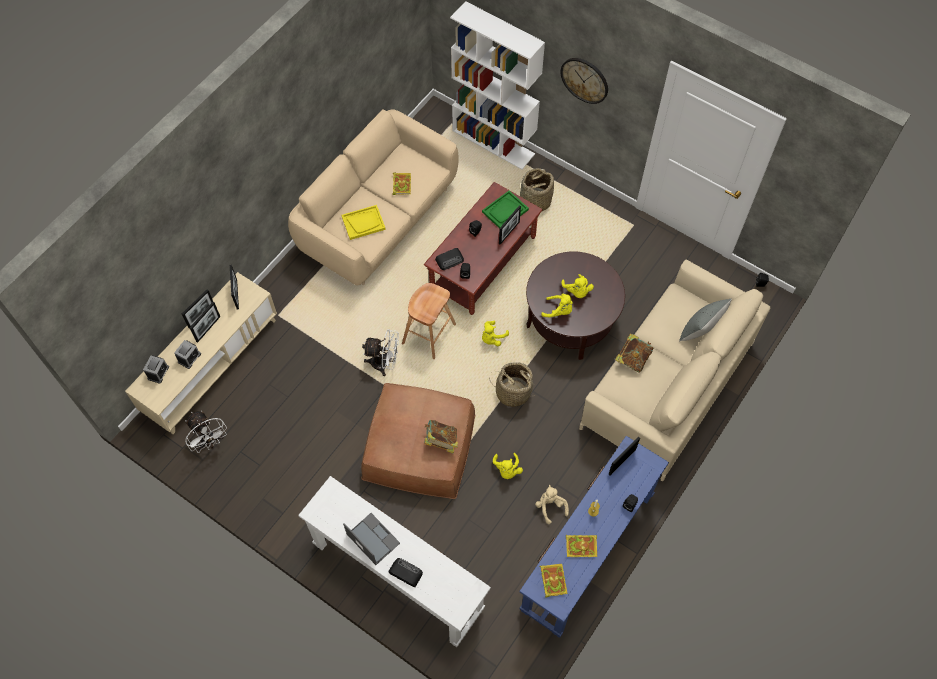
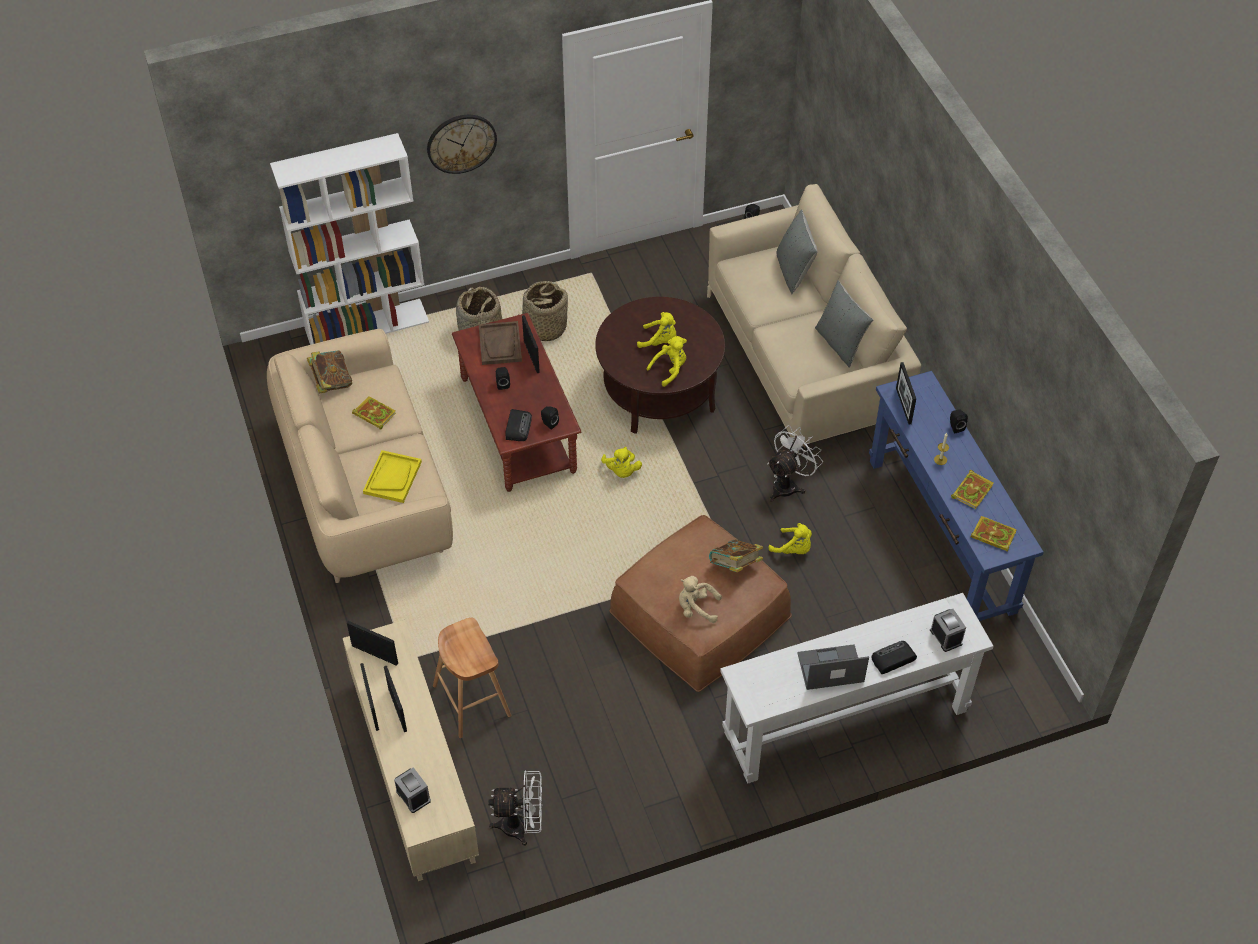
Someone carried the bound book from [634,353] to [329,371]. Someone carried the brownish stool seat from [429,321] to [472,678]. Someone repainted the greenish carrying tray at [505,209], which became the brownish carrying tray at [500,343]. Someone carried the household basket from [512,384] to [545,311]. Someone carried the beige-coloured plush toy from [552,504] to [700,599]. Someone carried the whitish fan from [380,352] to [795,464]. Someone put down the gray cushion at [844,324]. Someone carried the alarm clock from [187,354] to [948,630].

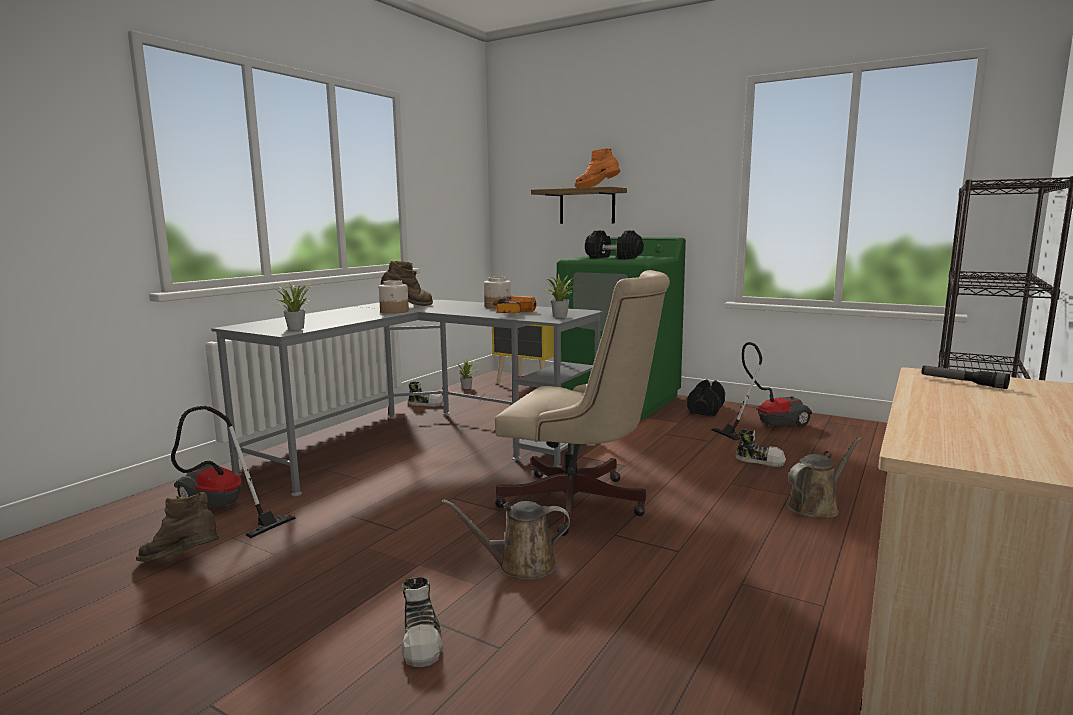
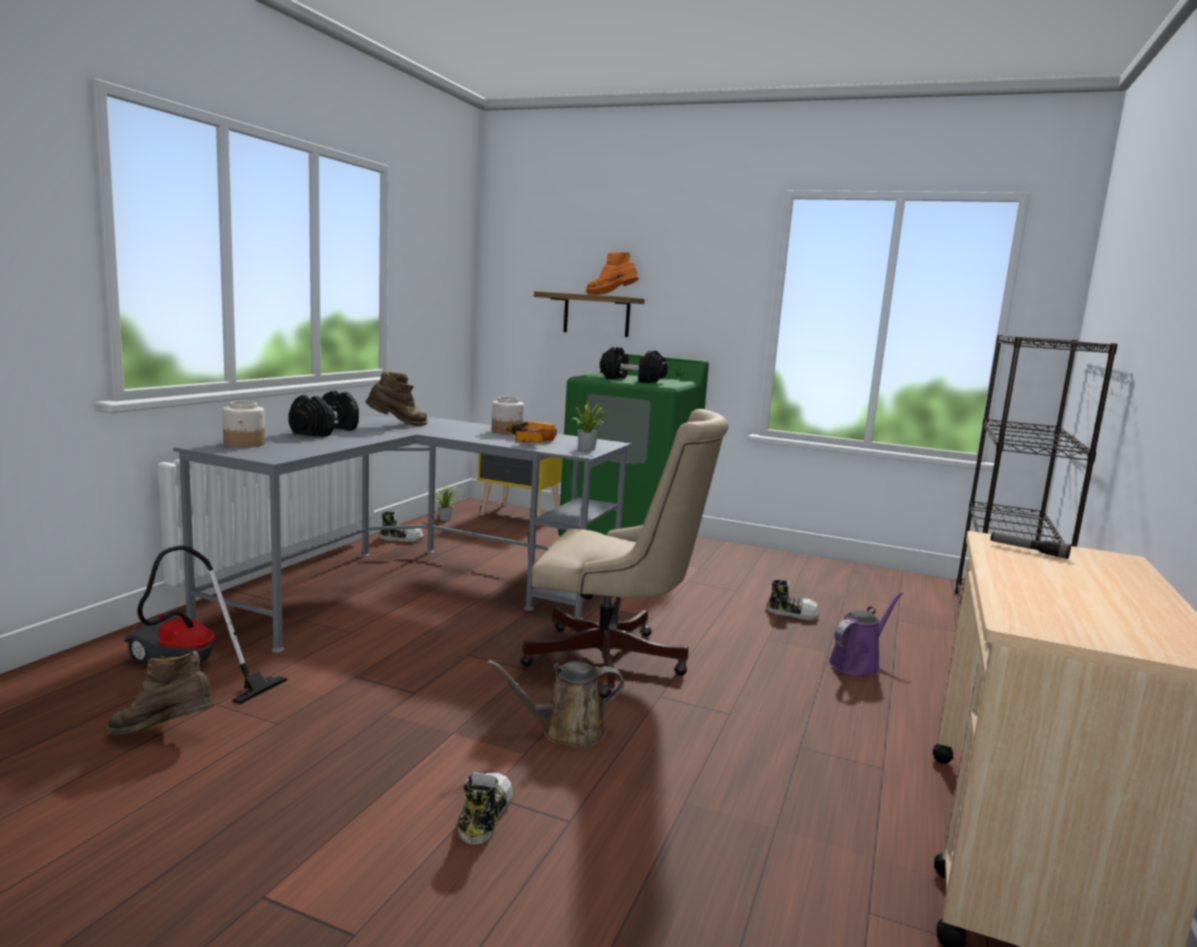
Someone carried the storage jar from [394,297] to [243,424]. Someone carried the blackish free weight from [706,398] to [323,414]. Someone rotated the shoe at [421,622] by 150 degrees counterclockwise. Someone repainted the brownish sprinkling can at [823,477], which became the purplish sprinkling can at [865,634]. Someone took away the plant in a pot at [293,307]. Someone took away the vacuum cleaner at [761,391].

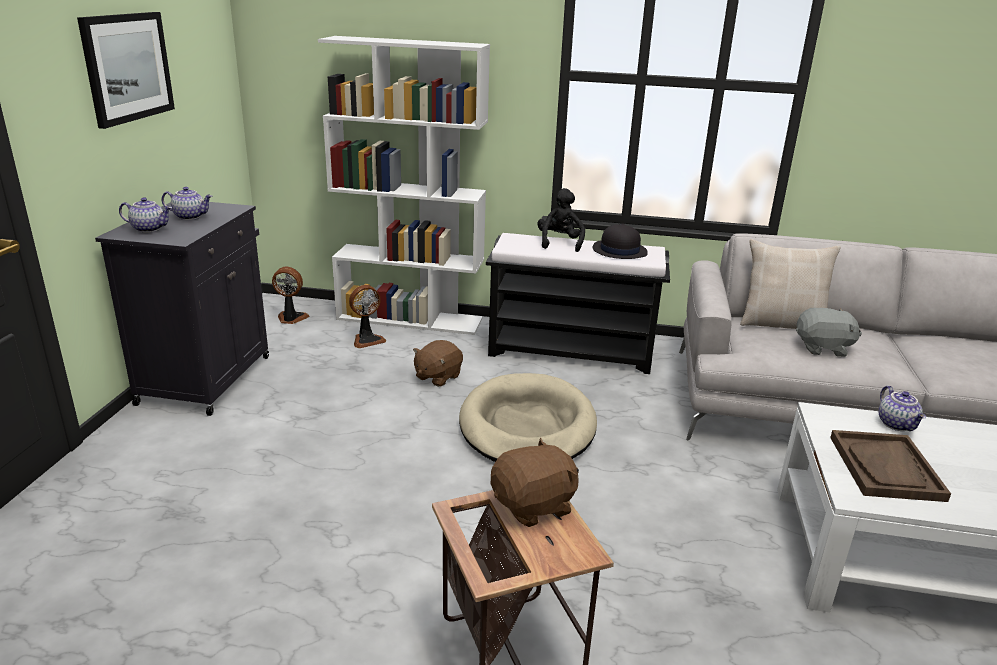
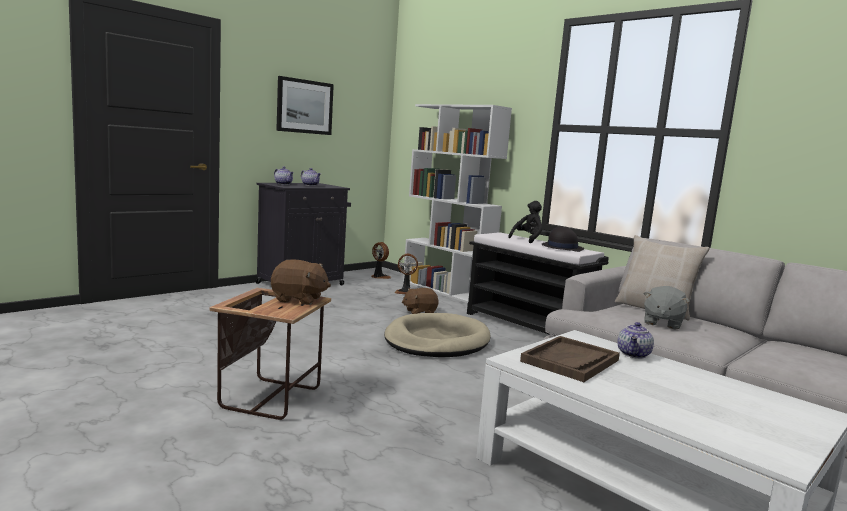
Someone rotated the gray plush toy at [829,332] by 75 degrees clockwise.

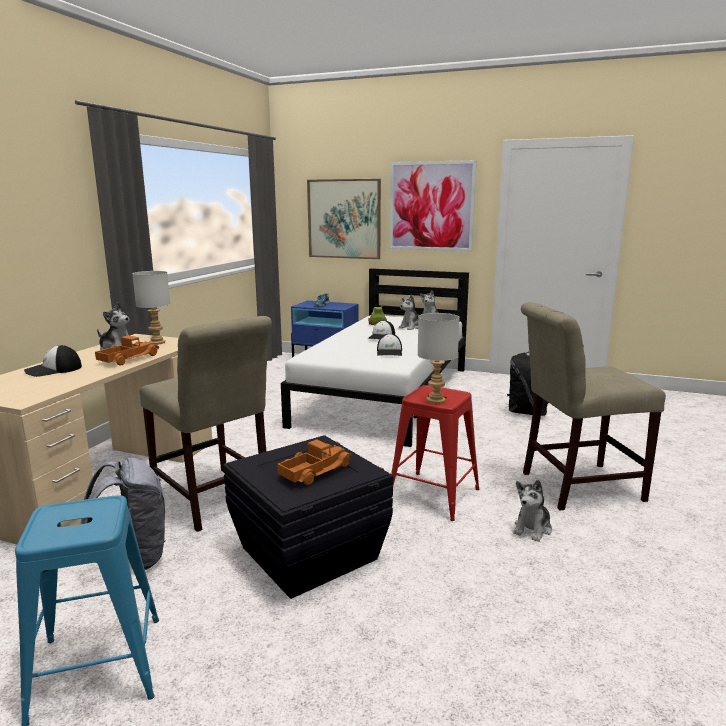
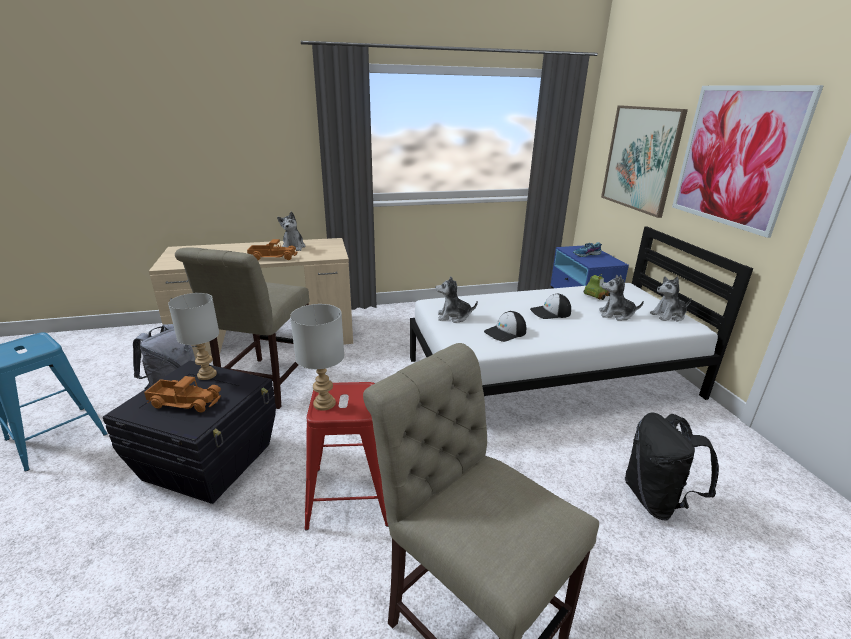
Someone carried the gray tabletop lamp from [151,308] to [193,336]. Someone carried the plush toy from [532,511] to [456,299]. Someone took away the peaked cap at [53,361].

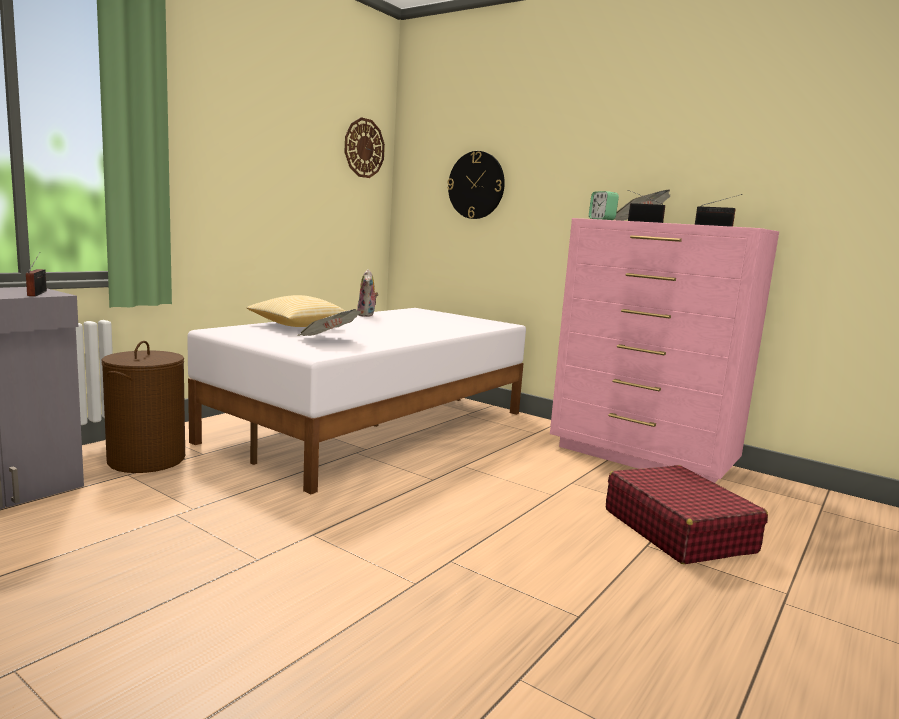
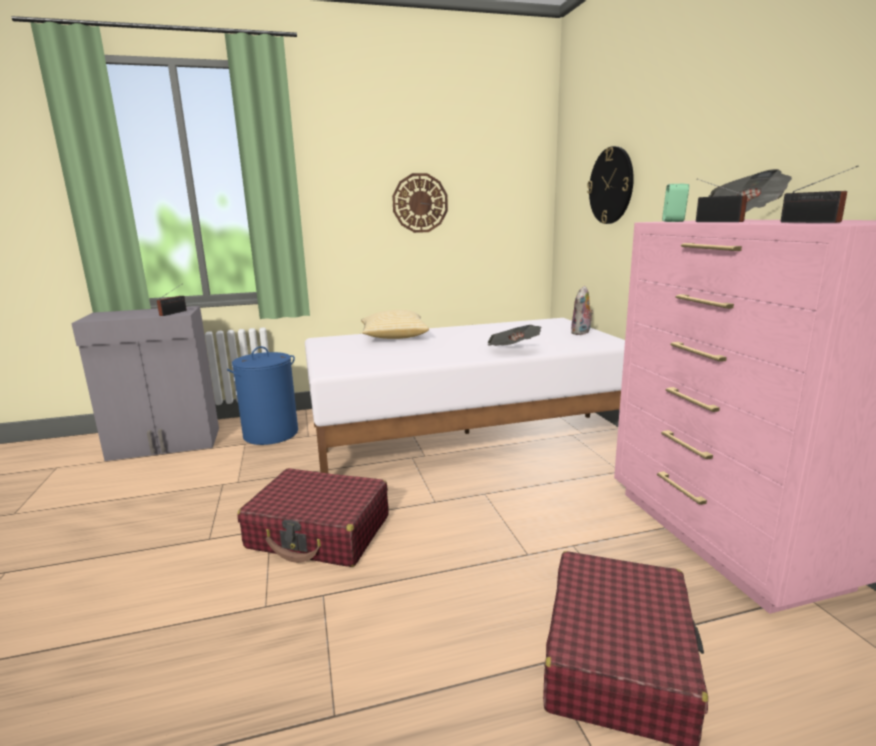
Someone repainted the brownish hamper at [143,407], which became the blue hamper at [262,395]. Someone put down the reddish suitcase at [313,517]. Someone carried the clock on the wall from [365,147] to [420,203]. Someone carried the daily paper from [329,322] to [515,335]. Someone carried the plush toy from [367,293] to [582,310].

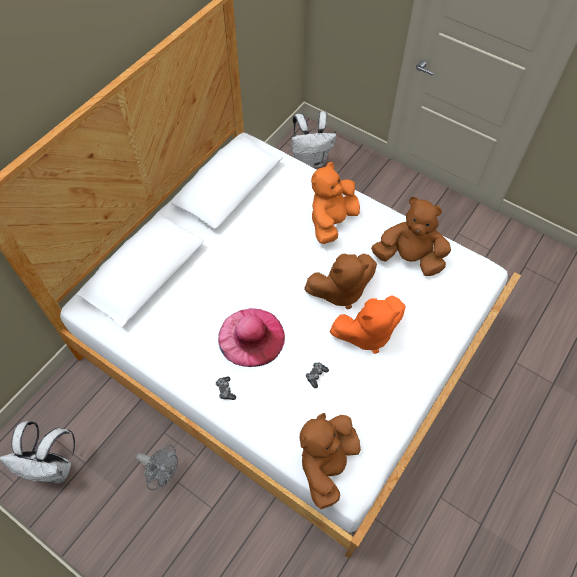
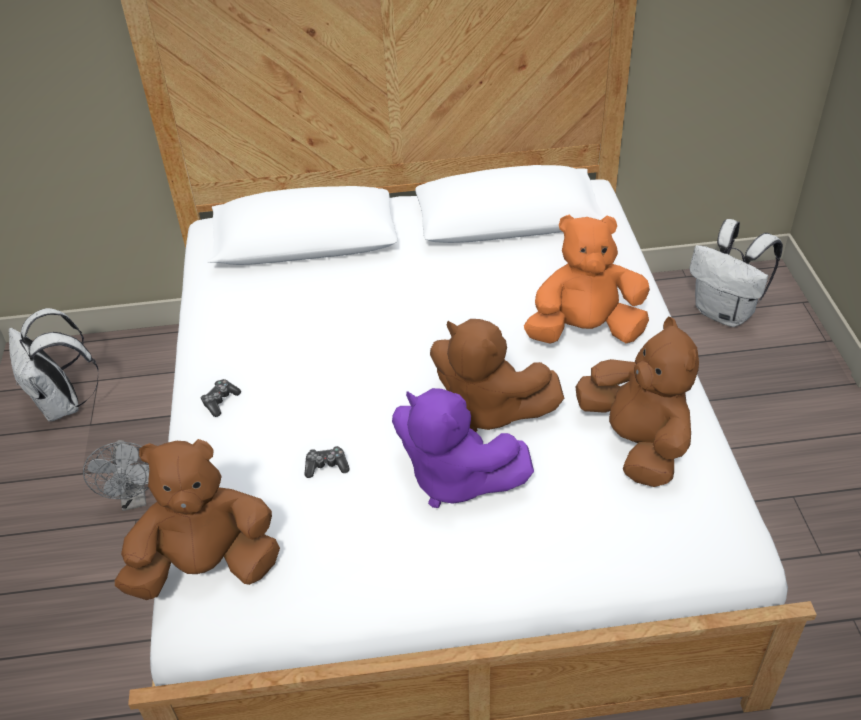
Someone repainted the orange-coloured plush toy at [368,324], which became the purplish plush toy at [463,448]. Someone took away the pink-coloured clothing hat at [251,337].

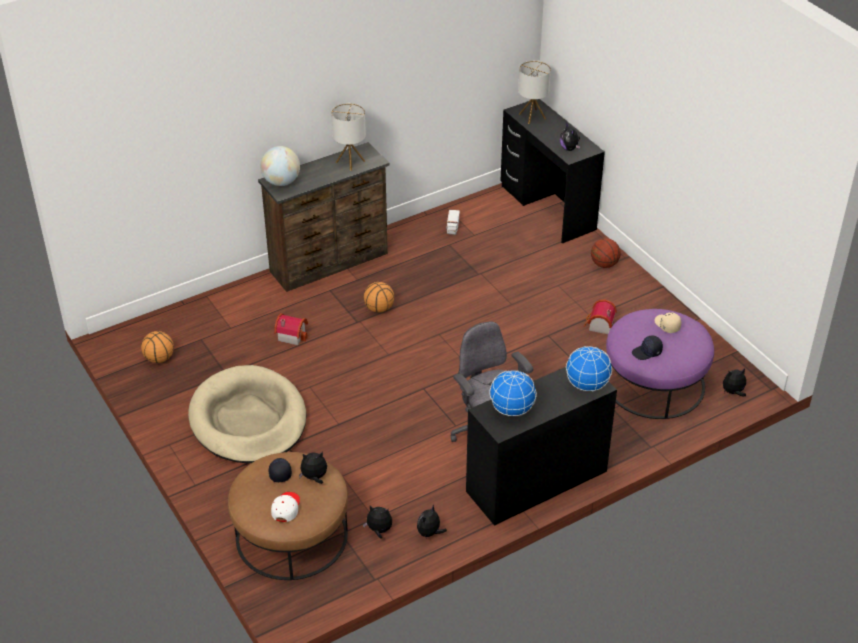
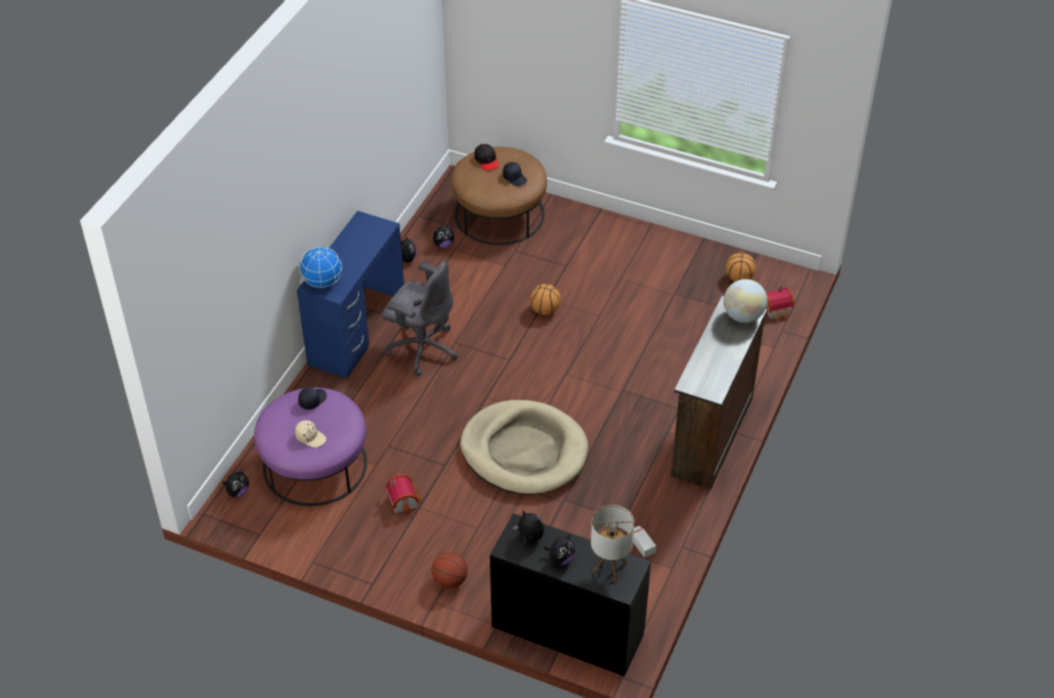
Someone repainted the blackish desk unit at [541,446], which became the blue desk unit at [350,295]. Someone carried the beige-coloured dog bed from [247,414] to [524,447]. Someone repainted the whitish peaked cap at [285,507], which became the blackish peaked cap at [486,157]. Someone carried the basketball from [379,297] to [545,299]. Someone carried the plush toy from [313,467] to [559,549]. Someone carried the model house from [291,329] to [780,303]. Someone took away the tabletop lamp at [348,137]. Someone took away the globe at [513,393].

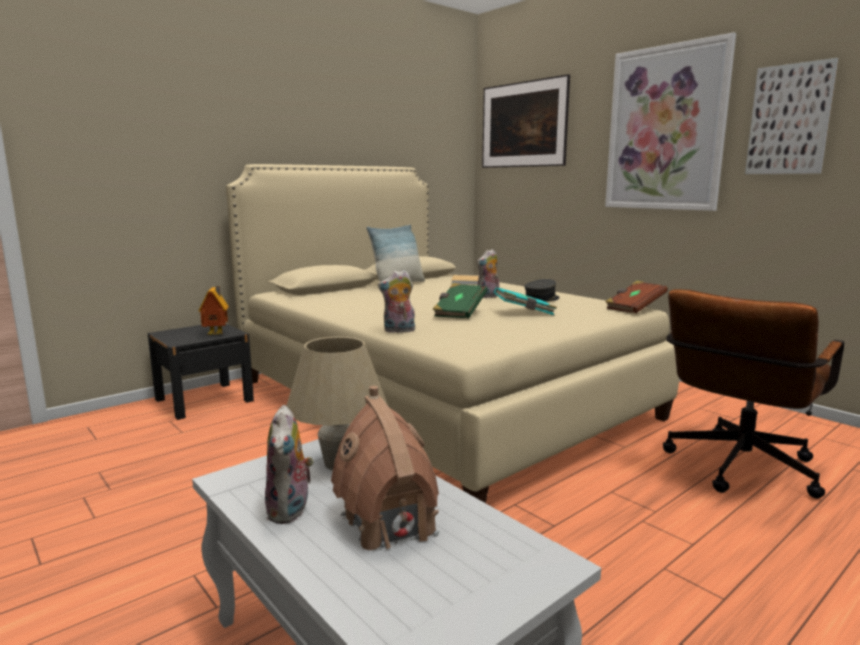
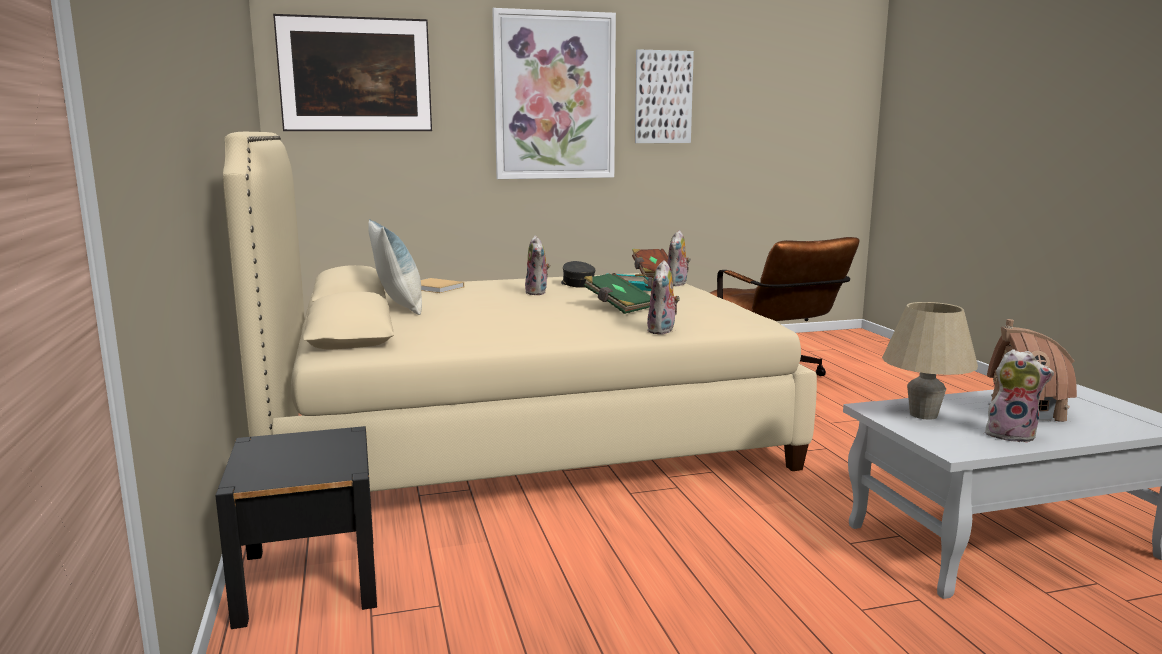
Someone put down the plush toy at [679,258]. Someone took away the model house at [214,310].

